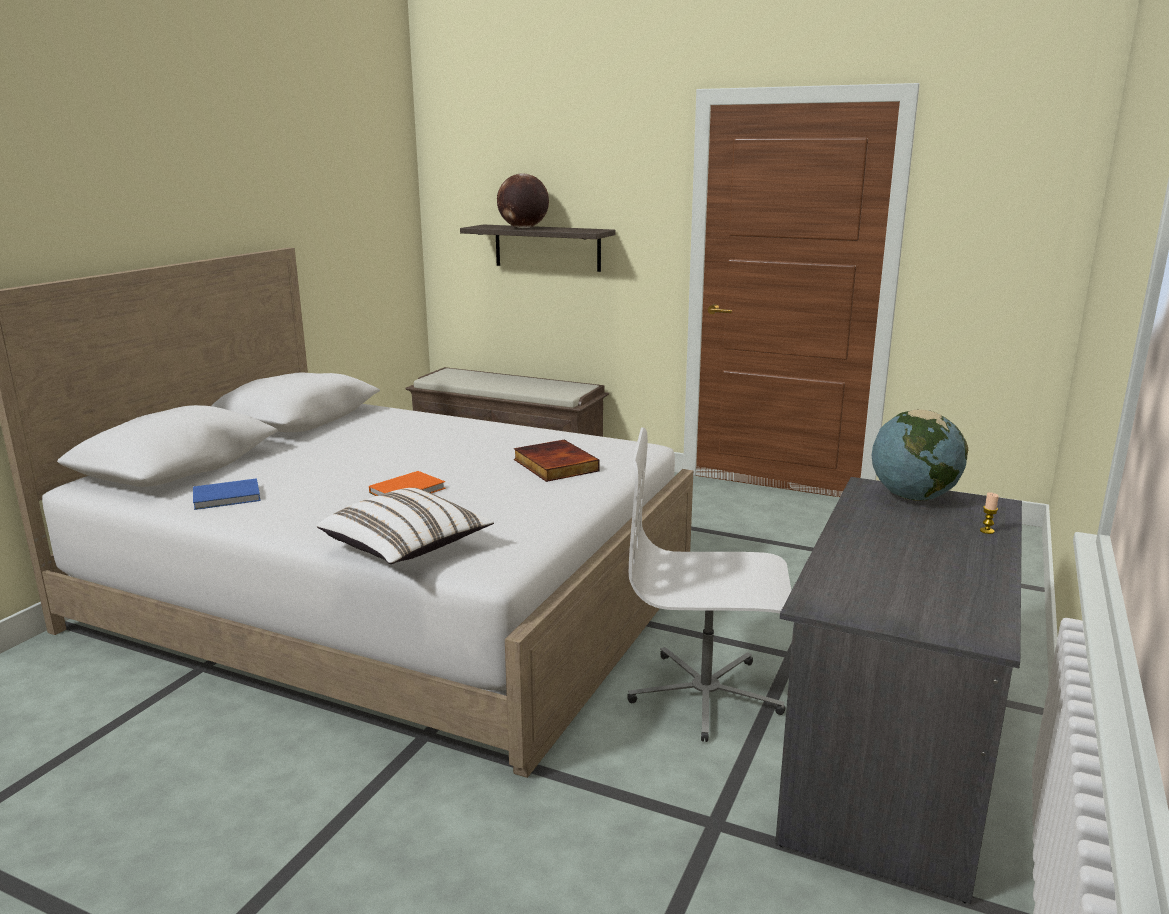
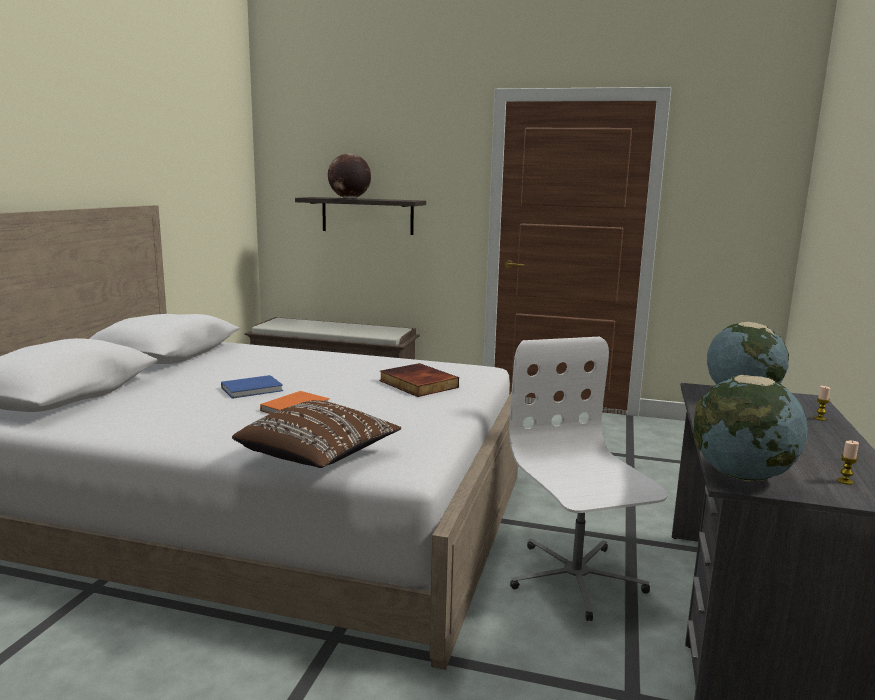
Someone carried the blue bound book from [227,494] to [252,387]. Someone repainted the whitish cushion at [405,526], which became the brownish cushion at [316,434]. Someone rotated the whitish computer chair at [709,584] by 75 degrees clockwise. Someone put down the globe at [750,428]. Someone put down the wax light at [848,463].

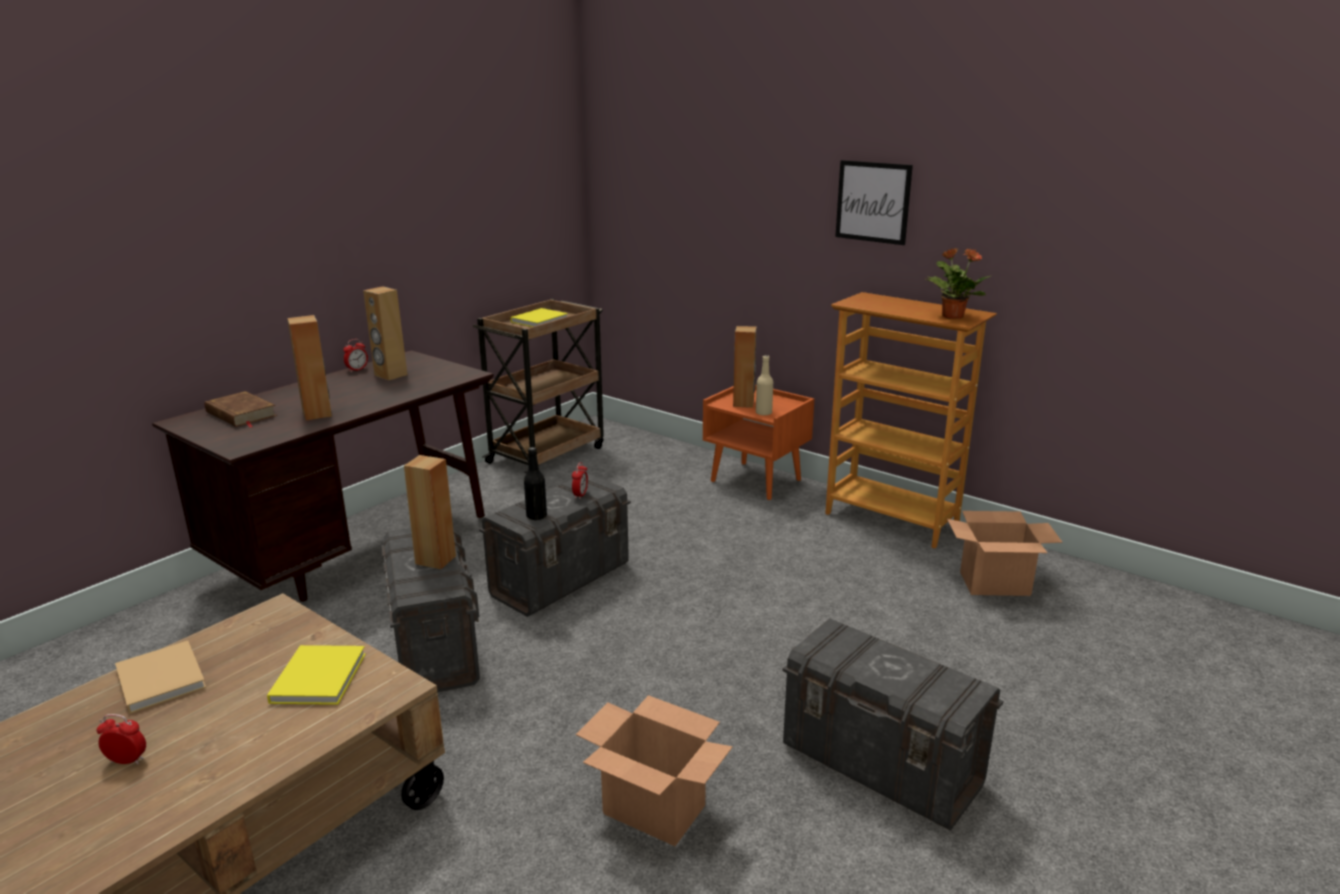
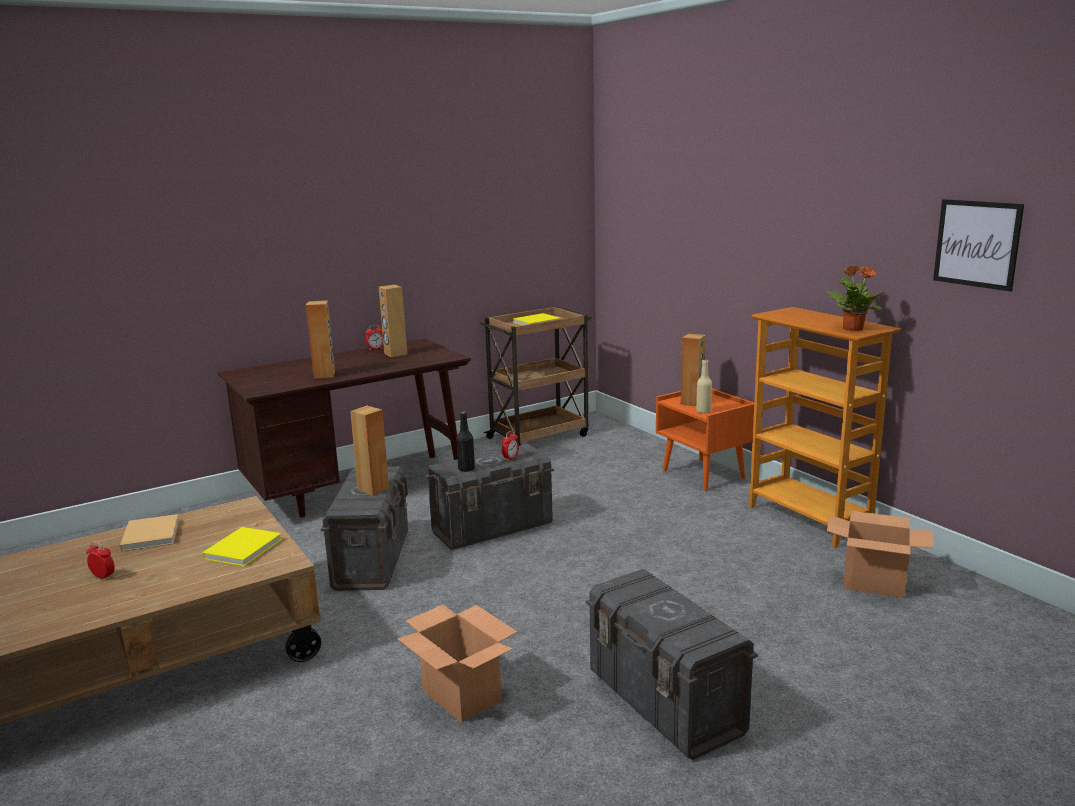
Someone carried the wall picture from [874,202] to [978,245]. Someone took away the brownish bound book at [240,409].

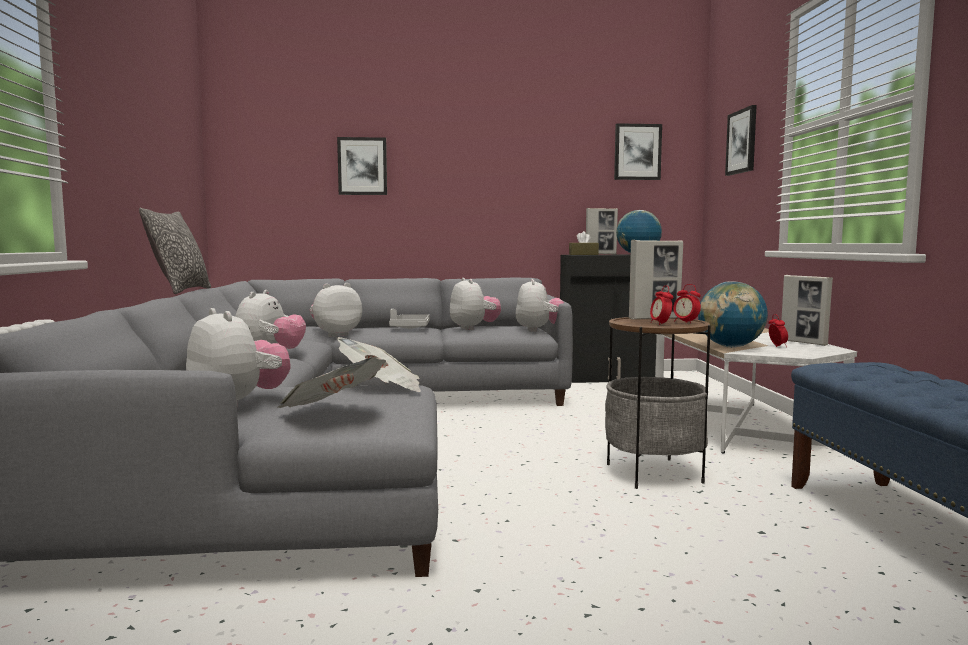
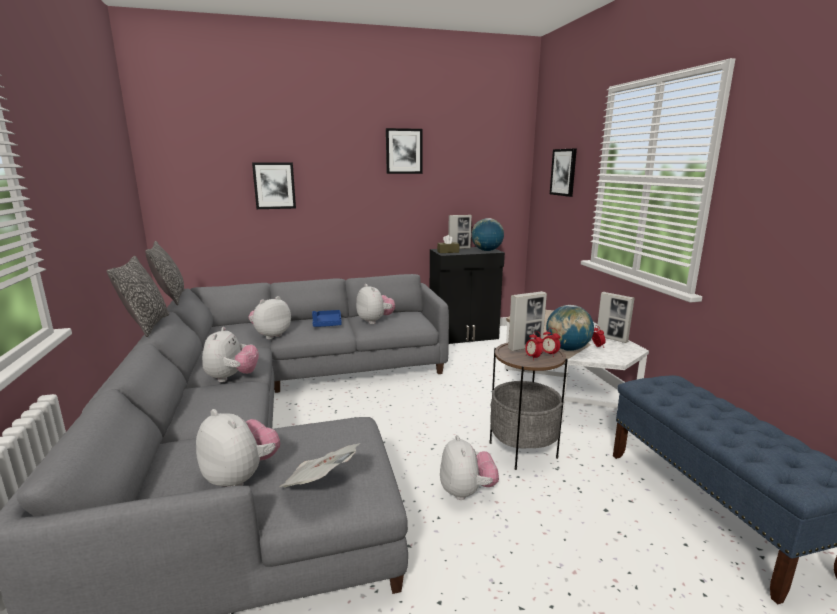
Someone put down the cushion at [165,273]. Someone repainted the gray carrying tray at [409,319], which became the blue carrying tray at [327,318]. Someone carried the wall picture from [638,151] to [404,151]. Someone carried the plush toy from [539,305] to [469,467]. Someone took away the daily paper at [379,364].

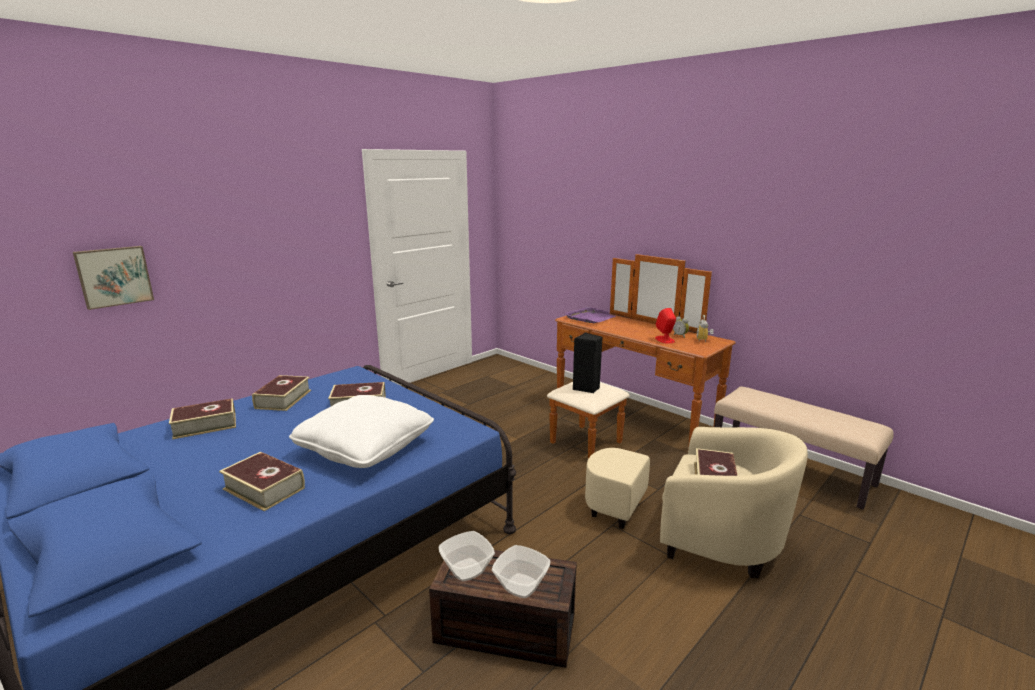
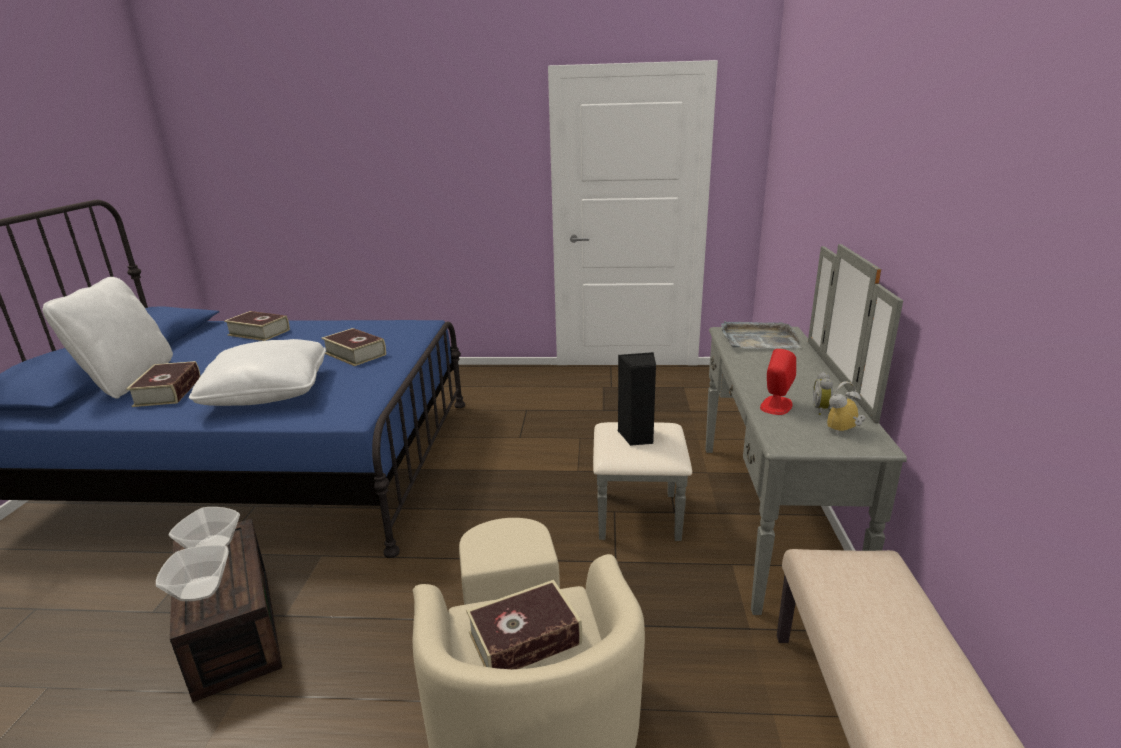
Someone put down the whitish cushion at [108,338]. Someone repainted the brownish drawer chest at [641,356], which became the gray drawer chest at [750,429]. Someone repainted the purplish carrying tray at [590,315], which became the gray carrying tray at [761,335]. Someone took away the wall picture at [113,278]. Someone took away the bound book at [281,393].

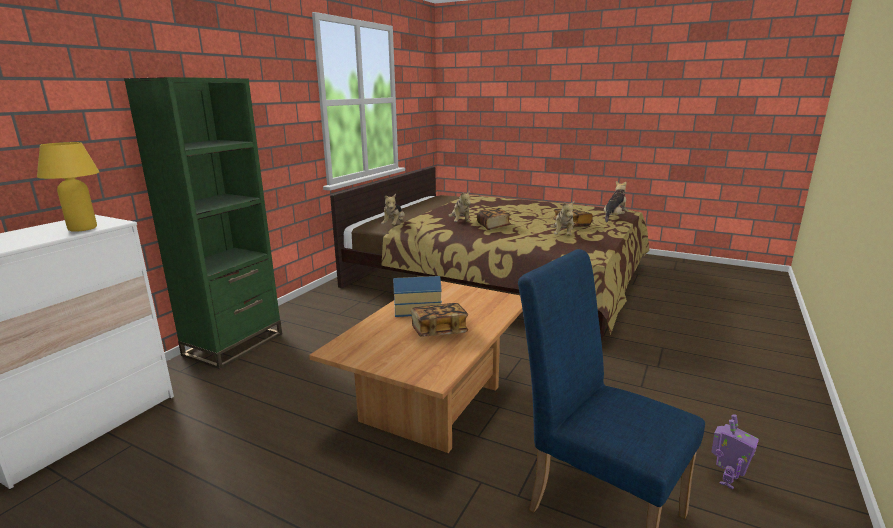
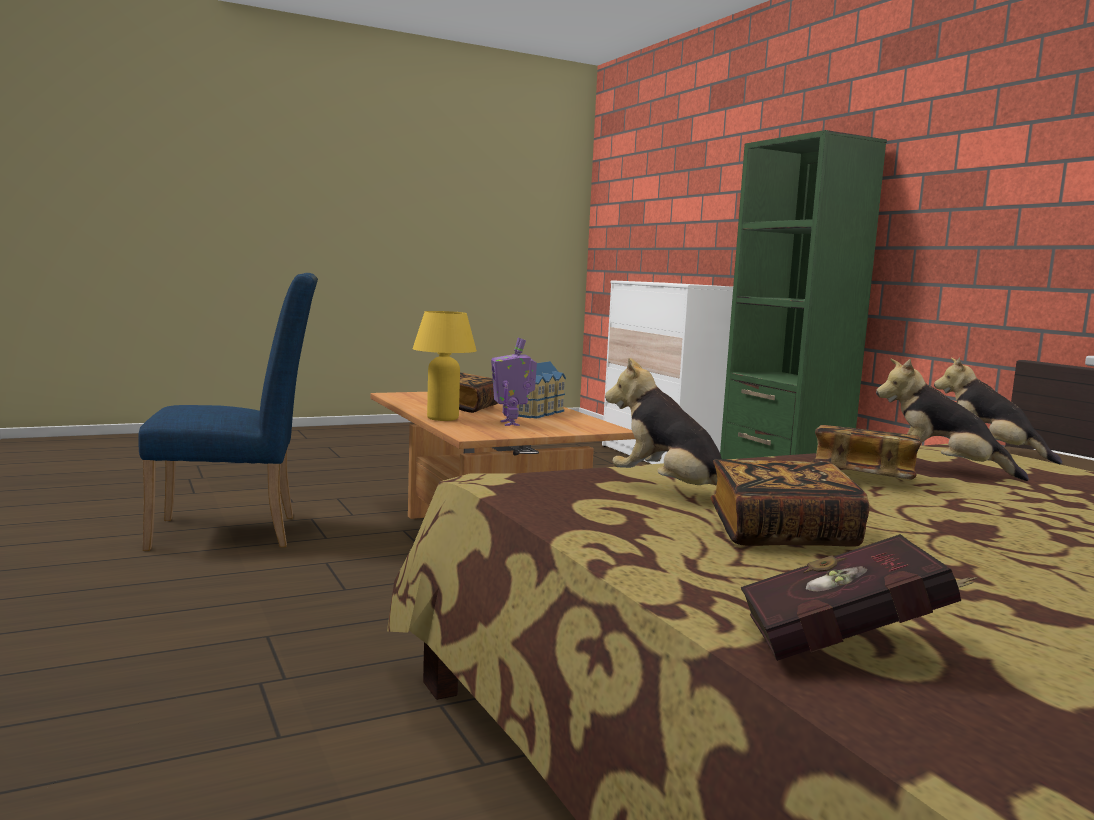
Someone carried the yellowish tabletop lamp from [68,187] to [445,366]. Someone carried the model robot from [735,451] to [514,382]. Someone swapped the plush toy at [616,201] for the reddish bound book at [859,597].

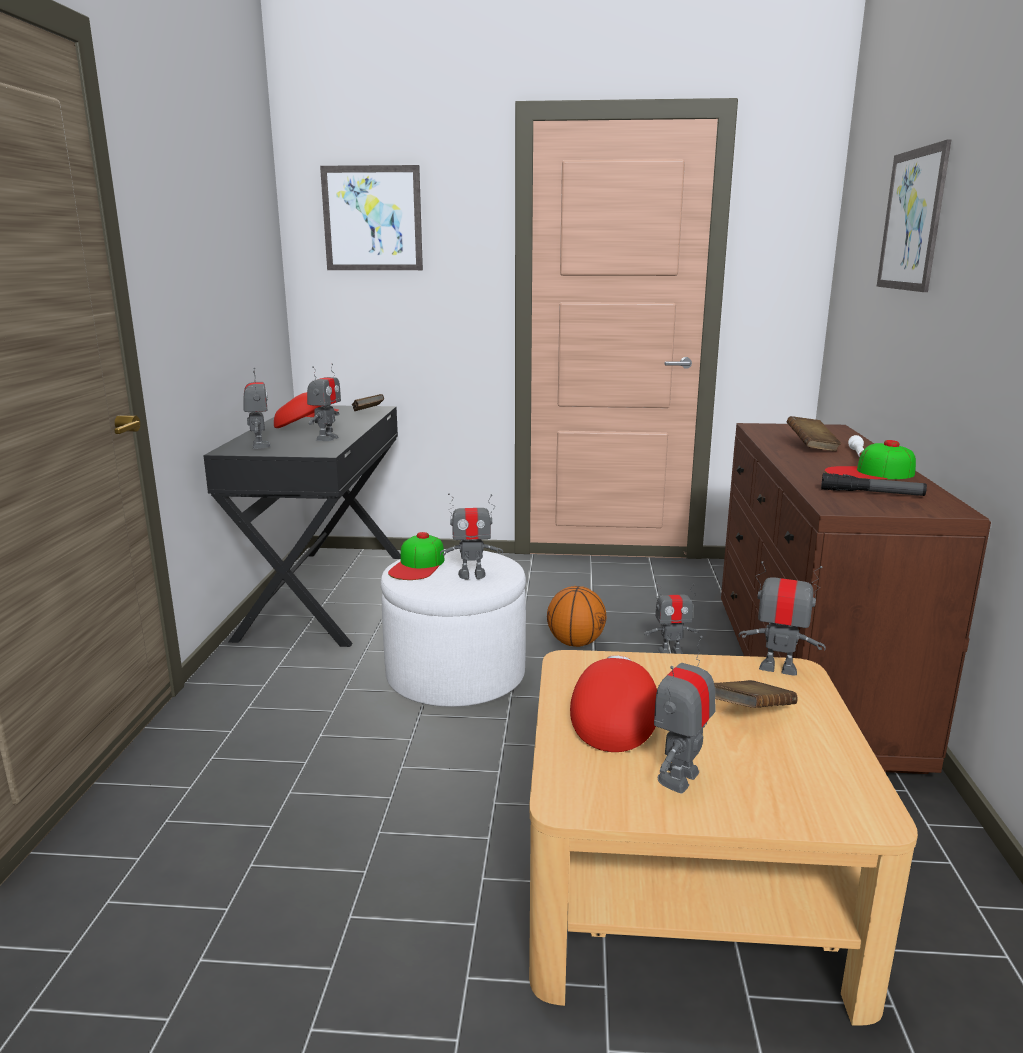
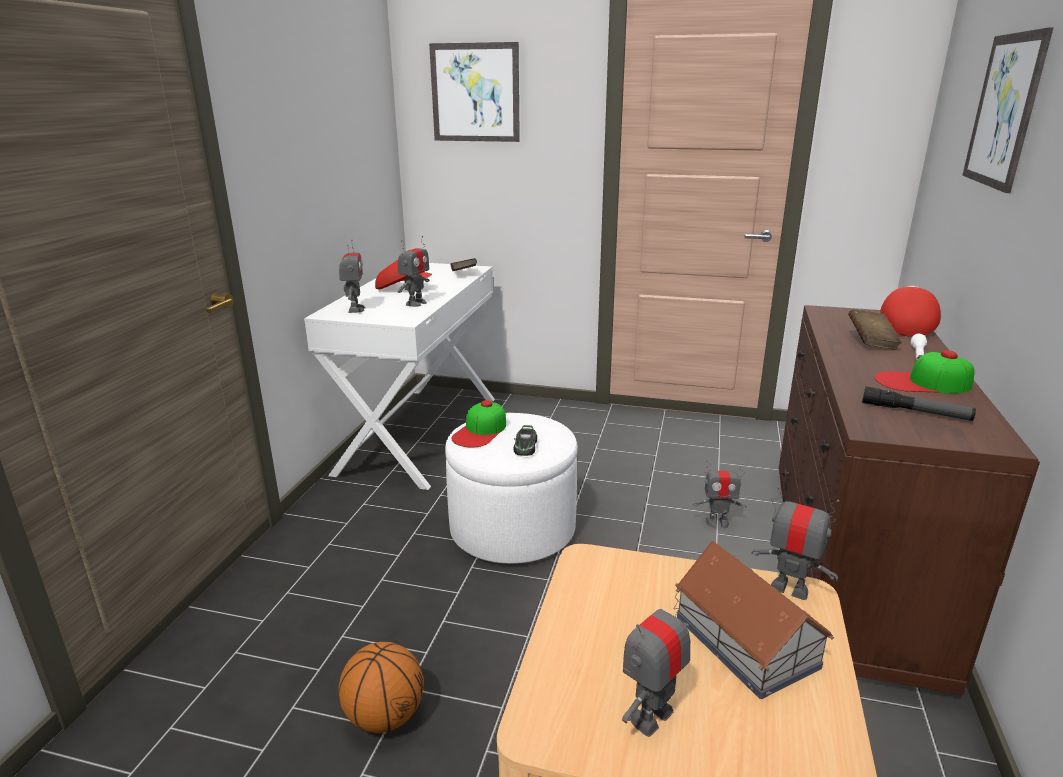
Someone repainted the blackish desk unit at [302,526], which became the whitish desk unit at [399,376]. Someone carried the basketball from [576,616] to [381,687]. Someone swapped the model robot at [471,536] for the toy car at [525,440]. Someone swapped the brownish bound book at [756,694] for the model house at [754,620]. Someone carried the reddish peaked cap from [613,703] to [910,311].

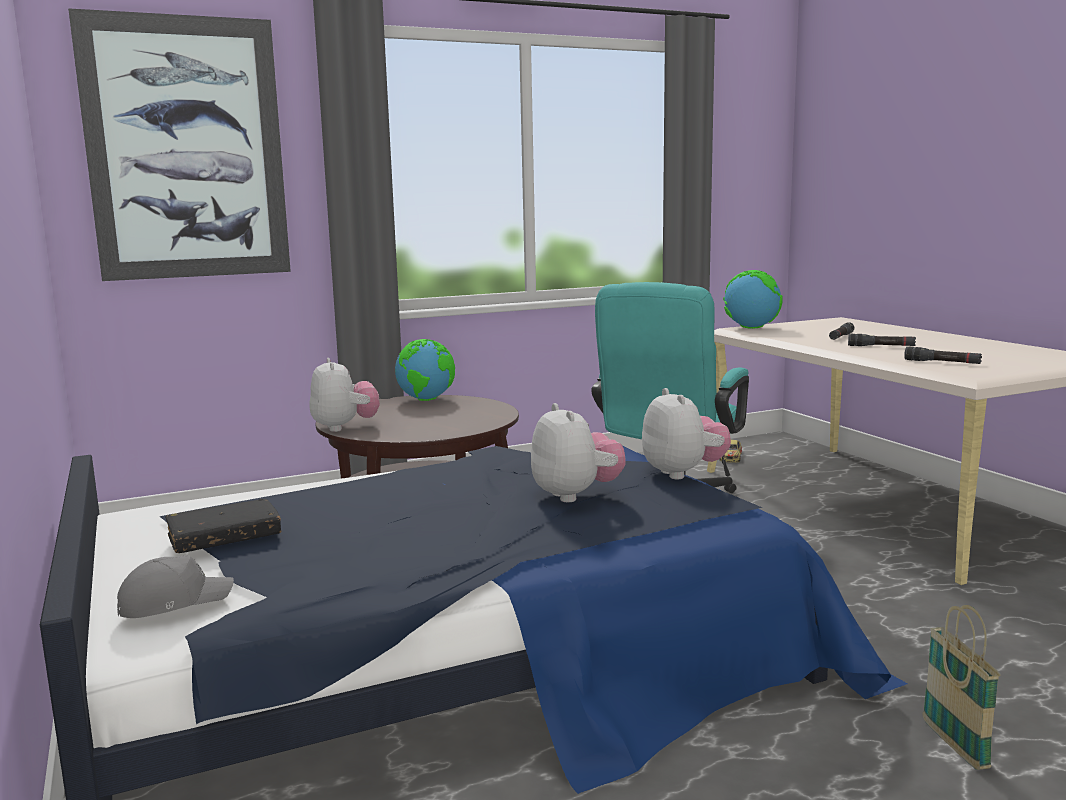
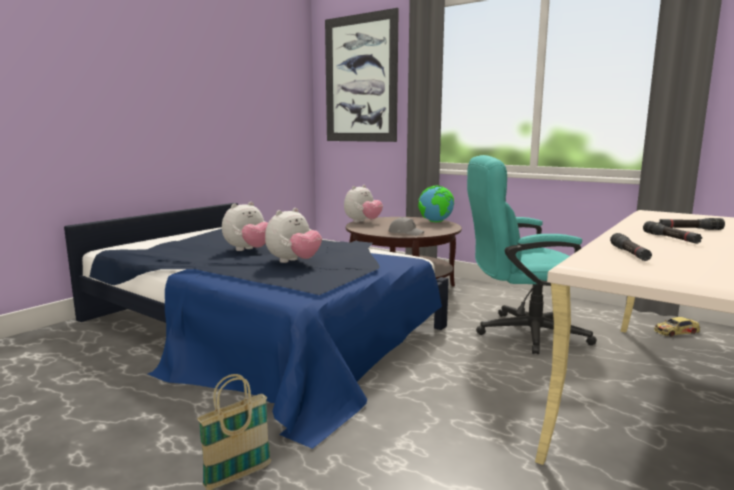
Someone carried the plush toy from [686,433] to [245,226]. Someone carried the gray peaked cap from [175,586] to [406,226]. Someone took away the blackish bound book at [223,526]. Someone took away the globe at [753,299].

